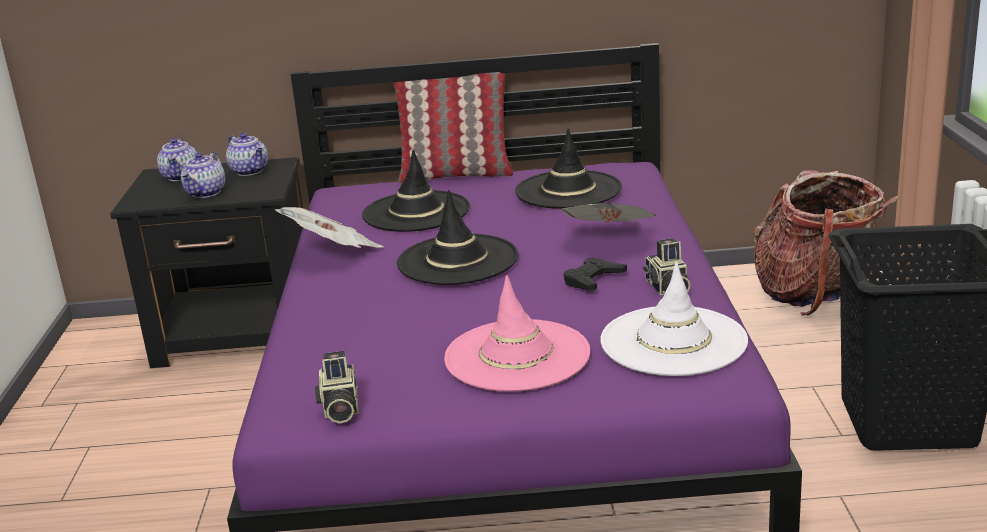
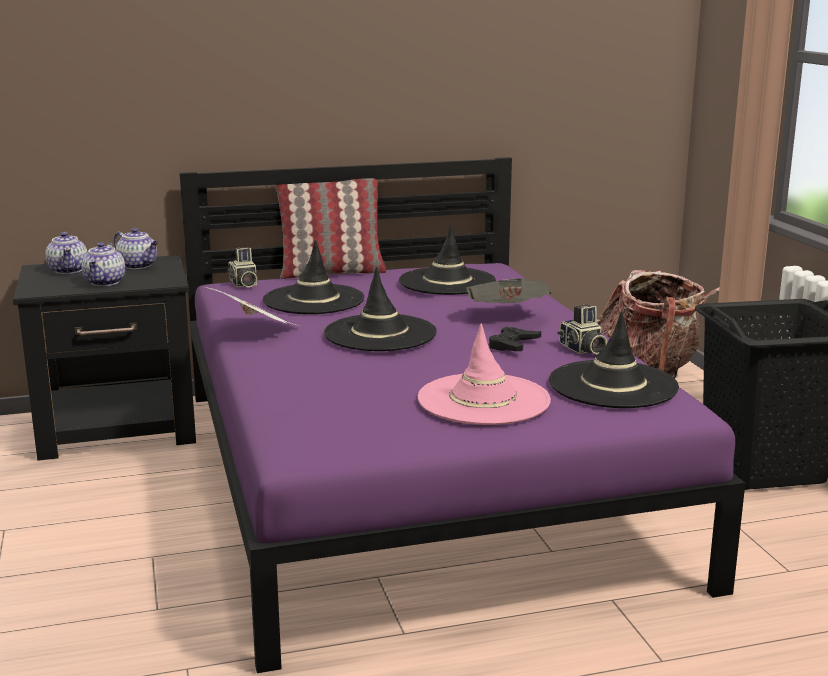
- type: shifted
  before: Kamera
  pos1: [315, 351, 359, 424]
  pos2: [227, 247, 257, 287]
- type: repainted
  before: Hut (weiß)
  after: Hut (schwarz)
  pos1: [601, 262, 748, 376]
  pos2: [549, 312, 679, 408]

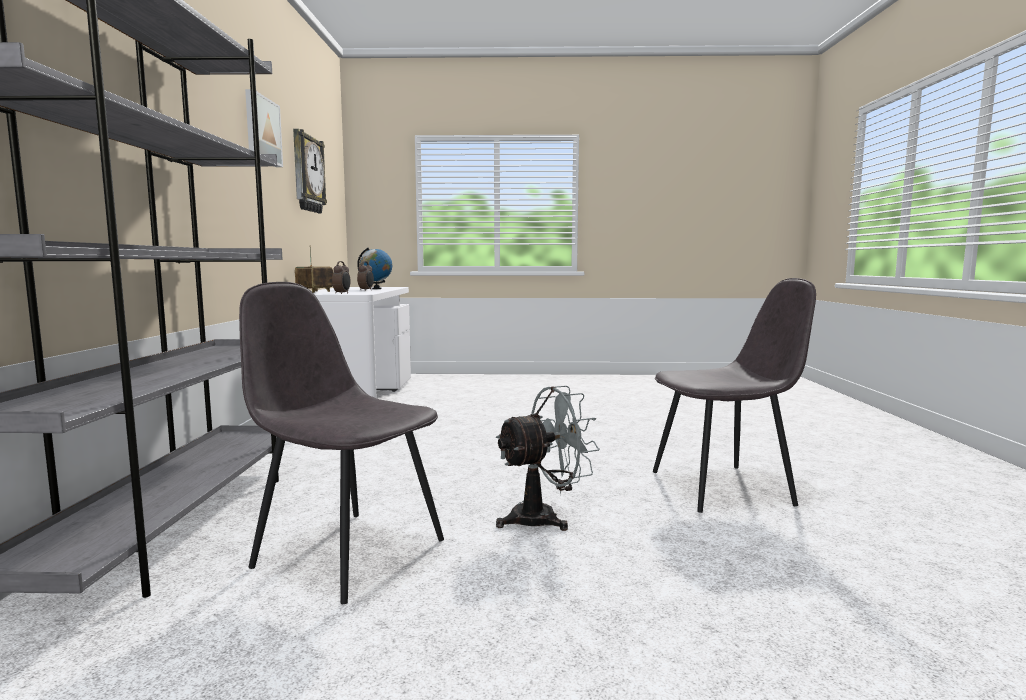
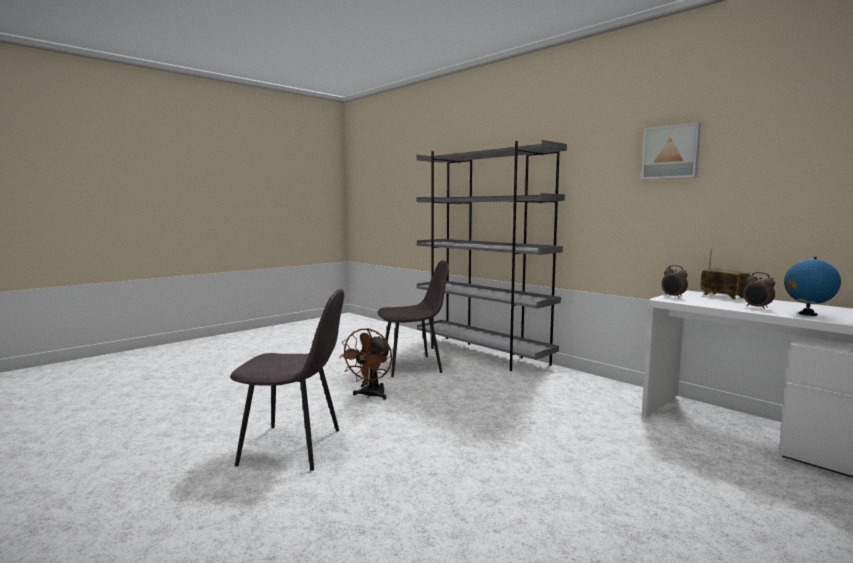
- type: gone
  before: Wanduhr
  pos1: [293, 129, 327, 213]
- type: repainted
  before: Ventilator (grau)
  after: Ventilator (braun)
  pos1: [496, 386, 600, 531]
  pos2: [339, 328, 392, 400]
- type: rotated
  before: Stuhl (grau)
  pos1: [653, 278, 816, 513]
  pos2: [230, 289, 344, 471]
  turn: -120

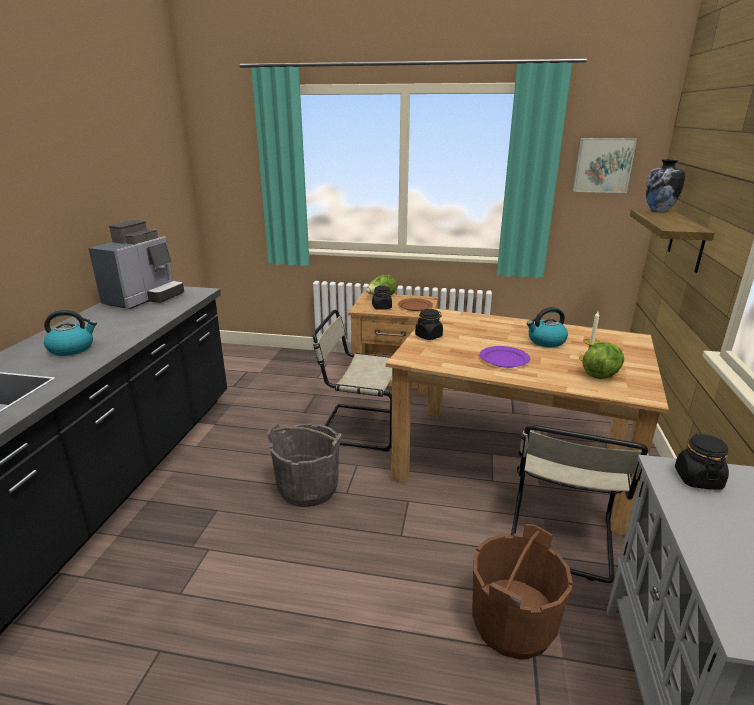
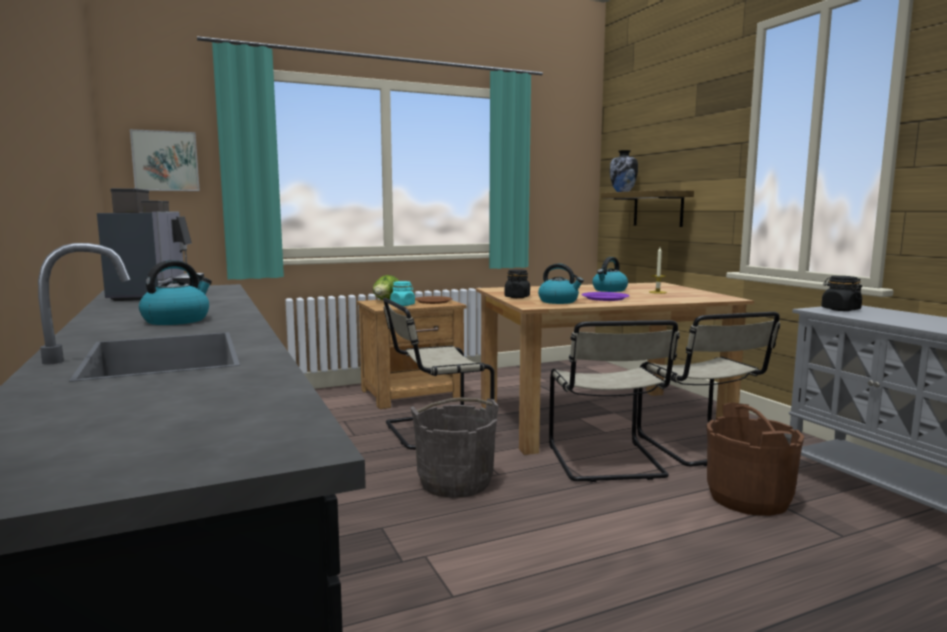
- type: repainted
  before: Vorratsglas (schwarz)
  after: Vorratsglas (türkis)
  pos1: [372, 286, 392, 310]
  pos2: [390, 281, 415, 306]
- type: shifted
  before: Bild
  pos1: [573, 138, 637, 193]
  pos2: [130, 129, 200, 191]
- type: gone
  before: Salatkopf
  pos1: [583, 342, 624, 379]
- type: new
  after: Wasserkessel
  pos2: [538, 264, 584, 304]
- type: new
  after: Stuhl (beige)
  pos2: [549, 320, 680, 482]

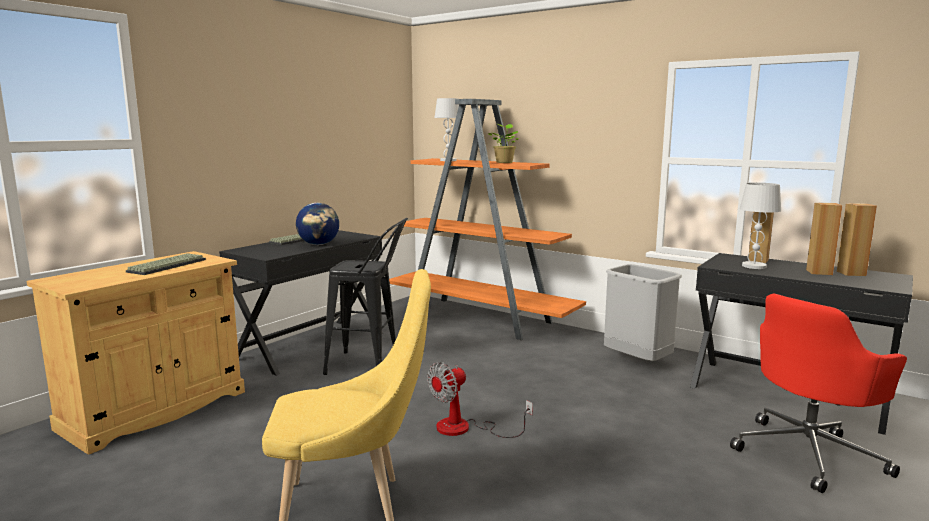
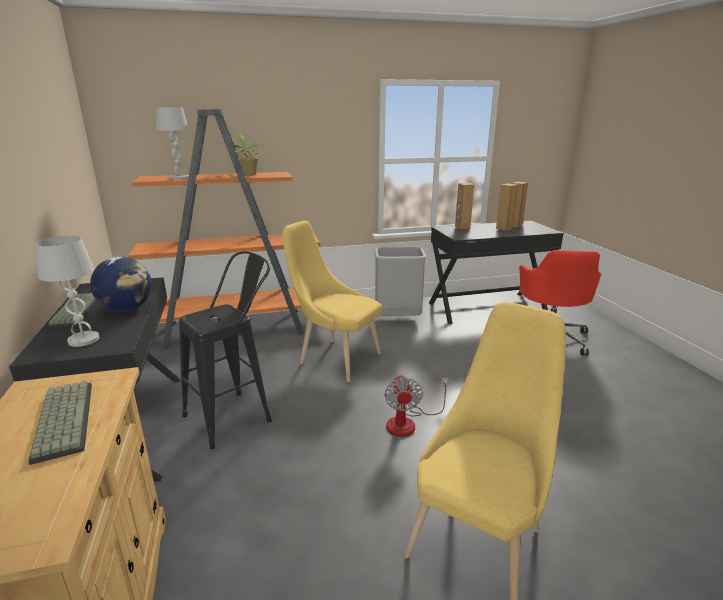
- type: shifted
  before: Tischlampe (weiß)
  pos1: [740, 183, 781, 269]
  pos2: [35, 236, 100, 347]
- type: new
  after: Stuhl (gelb)
  pos2: [282, 221, 382, 382]

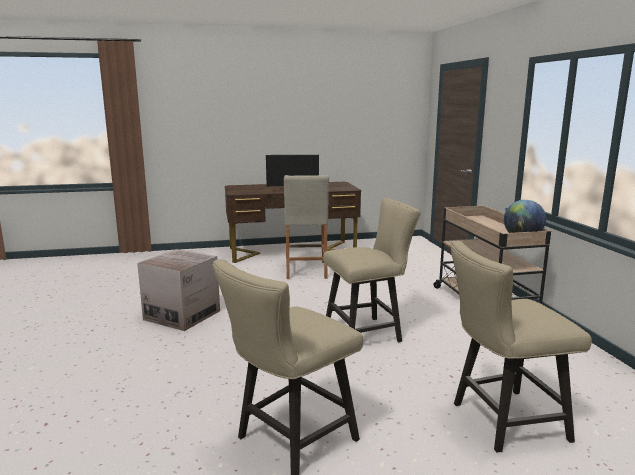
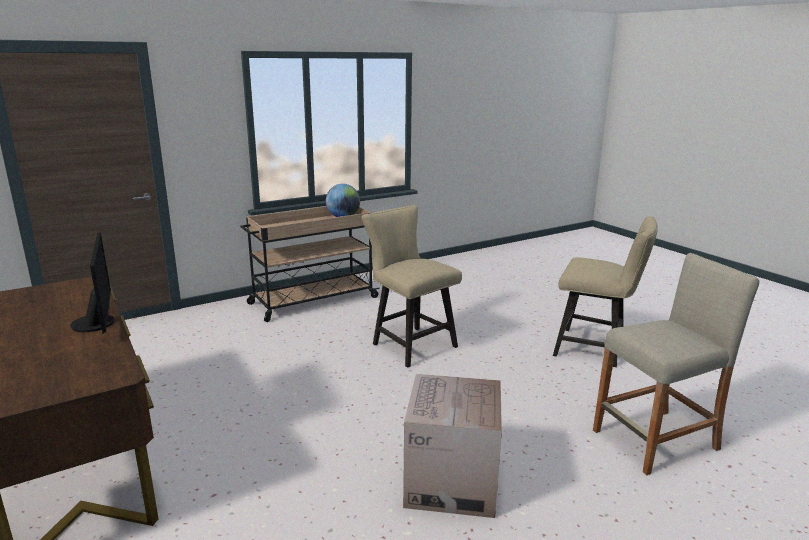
- type: shifted
  before: Hocker (beige)
  pos1: [284, 175, 329, 279]
  pos2: [593, 253, 759, 475]
- type: gone
  before: Stuhl (beige)
  pos1: [450, 240, 592, 453]

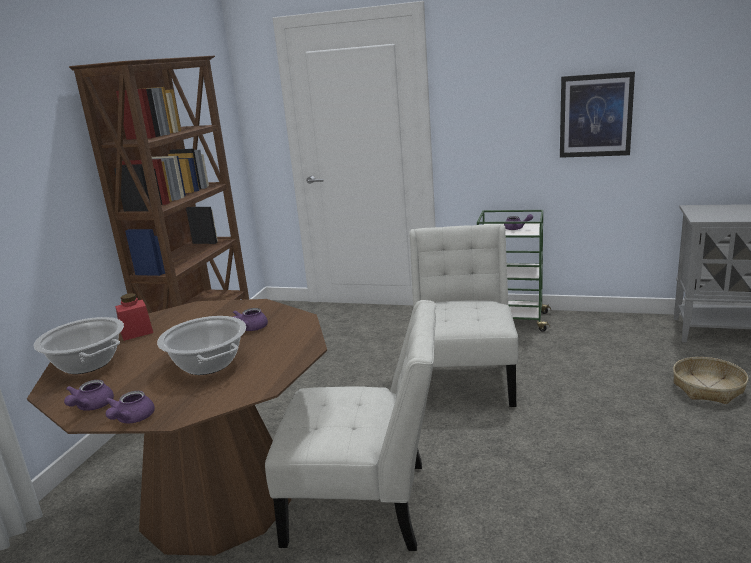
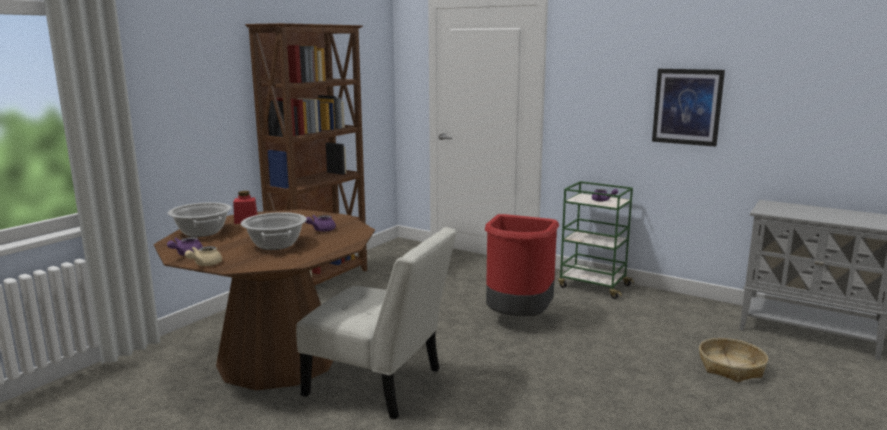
- type: repainted
  before: Teekanne (lila)
  after: Teekanne (beige)
  pos1: [105, 391, 155, 424]
  pos2: [185, 246, 222, 266]
- type: swapped
  before: Stuhl (weiß)
  after: Mülleimer (rot)
  pos1: [409, 224, 518, 407]
  pos2: [485, 214, 559, 316]

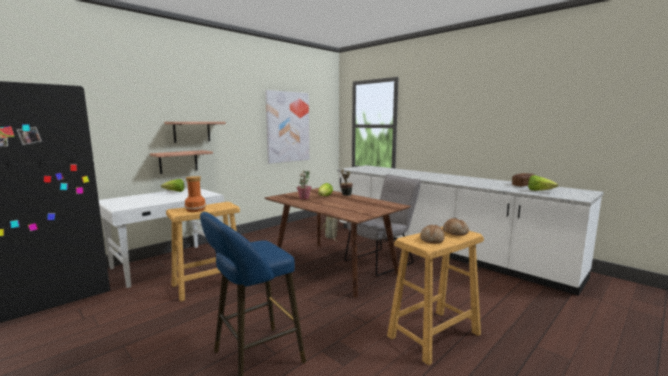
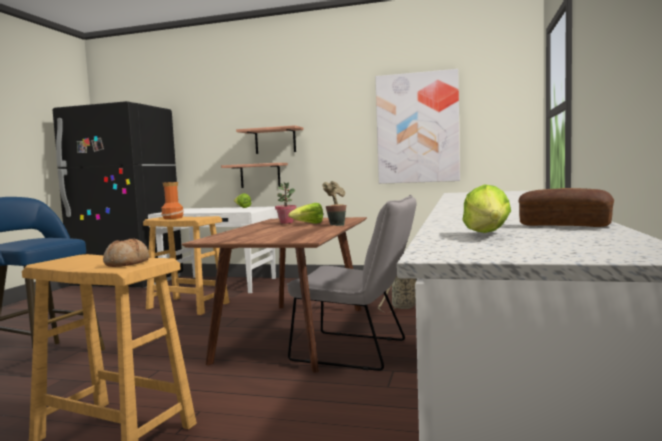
- type: gone
  before: Brot
  pos1: [420, 225, 444, 244]

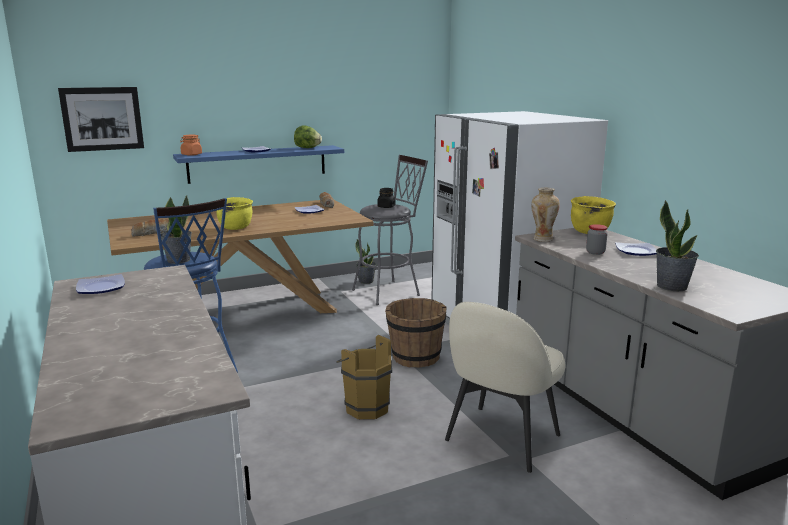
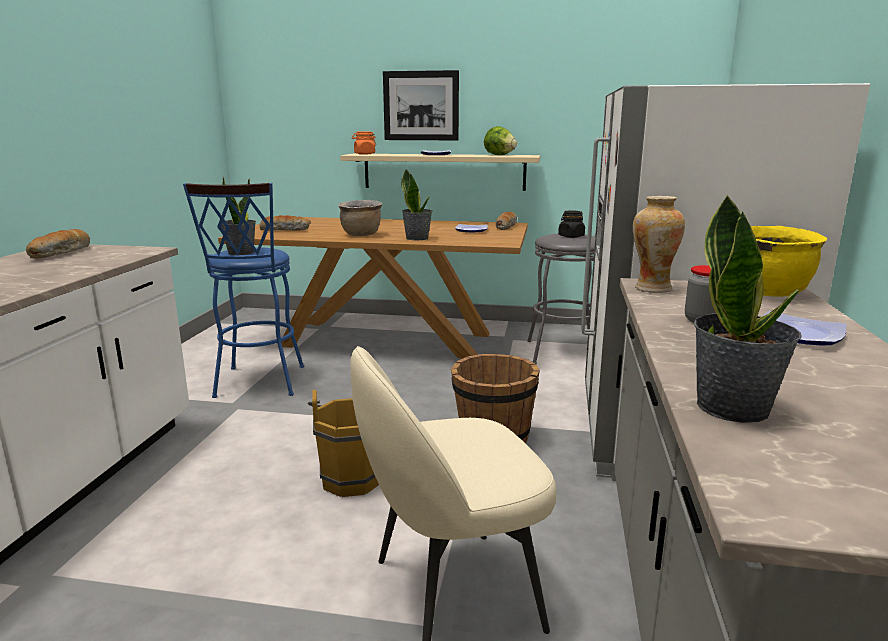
- type: shifted
  before: Bild
  pos1: [58, 87, 144, 152]
  pos2: [383, 70, 459, 140]
- type: swapped
  before: Teller
  after: Brot
  pos1: [76, 274, 125, 294]
  pos2: [26, 229, 90, 258]
- type: repainted
  before: Wandregal (blau)
  after: Wandregal (beige)
  pos1: [173, 145, 344, 184]
  pos2: [340, 154, 540, 191]
- type: repainted
  before: Kochtopf (gelb)
  after: Kochtopf (braun)
  pos1: [216, 197, 253, 230]
  pos2: [338, 200, 383, 236]
- type: shifted
  before: Topfpflanze
  pos1: [355, 239, 376, 284]
  pos2: [401, 170, 433, 240]

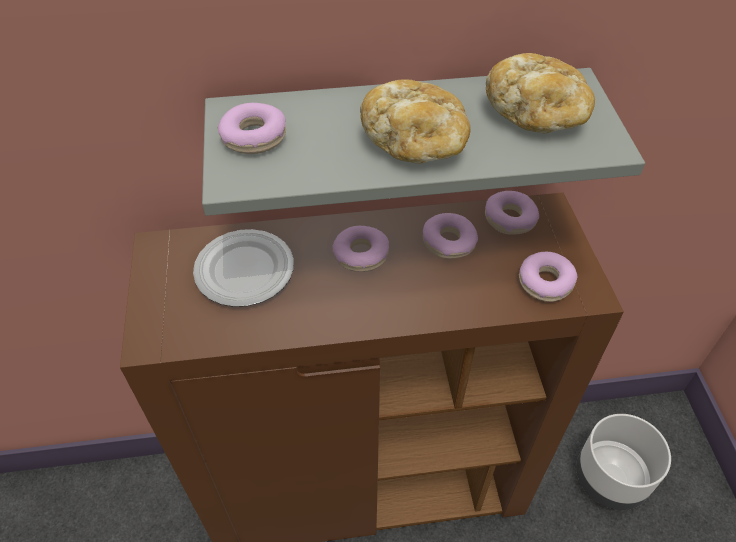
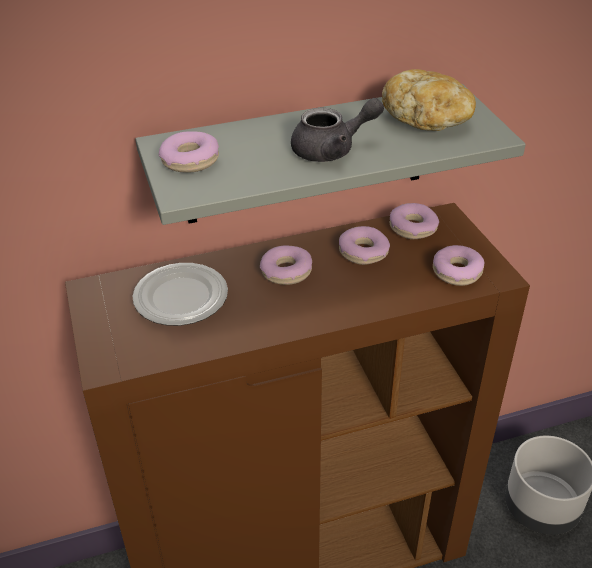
- type: swapped
  before: Brot
  after: Teekanne (grau)
  pos1: [360, 79, 470, 164]
  pos2: [291, 98, 384, 162]

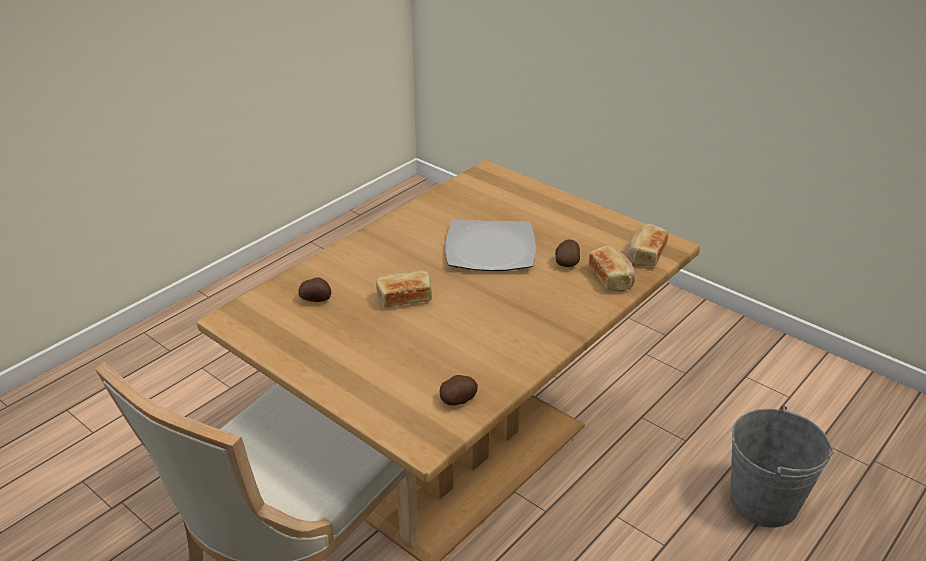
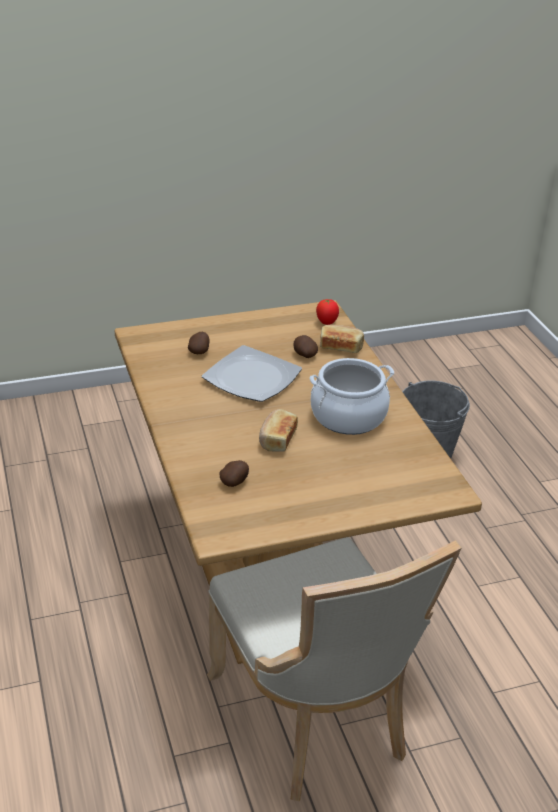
- type: shifted
  before: Kartoffel
  pos1: [439, 375, 478, 405]
  pos2: [188, 332, 209, 354]
- type: swapped
  before: Brot
  after: Tomate
  pos1: [628, 224, 668, 266]
  pos2: [316, 299, 339, 325]
- type: new
  after: Kochtopf
  pos2: [310, 358, 394, 435]

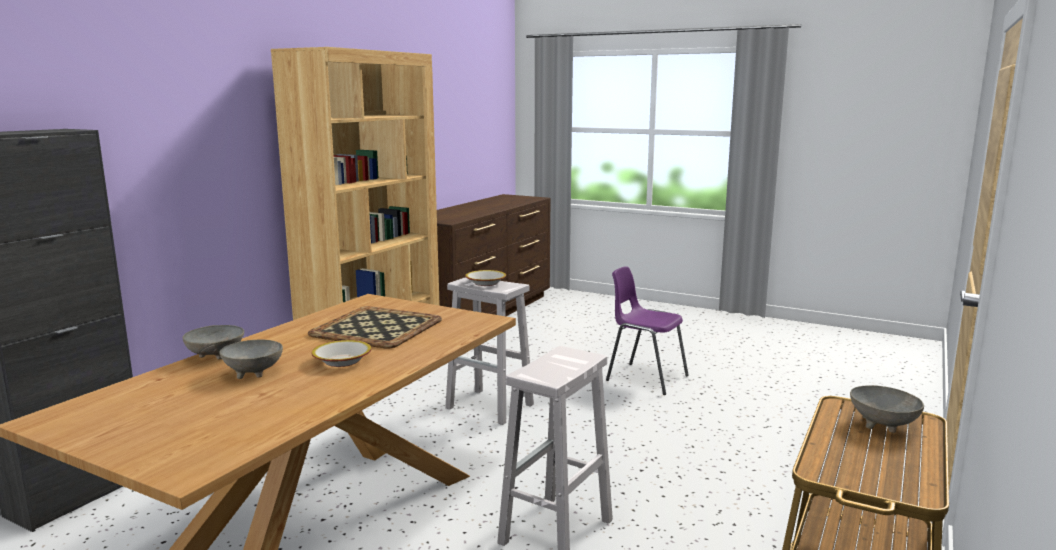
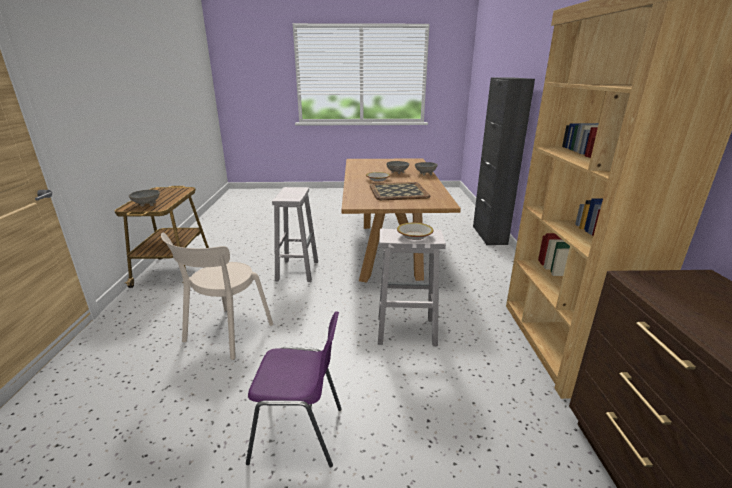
- type: new
  after: Stuhl (beige)
  pos2: [161, 233, 273, 360]

